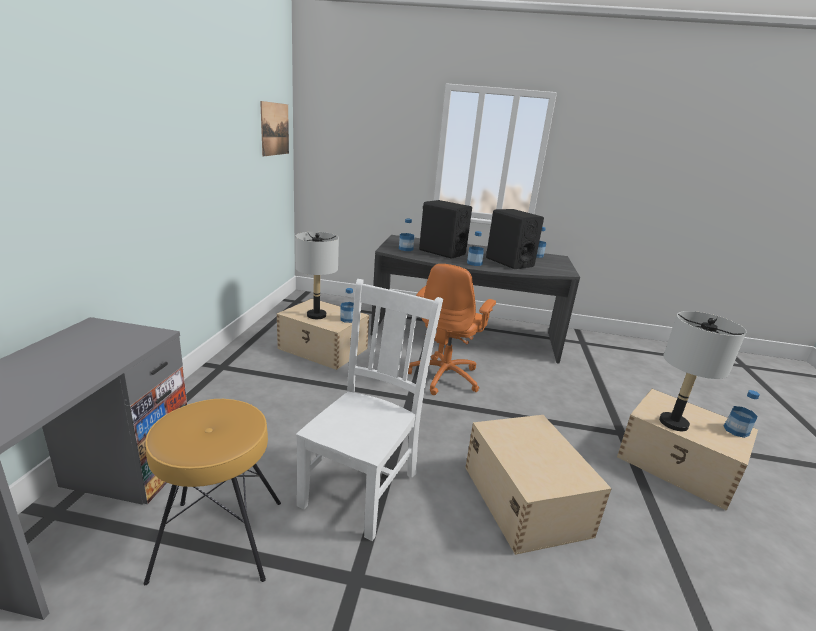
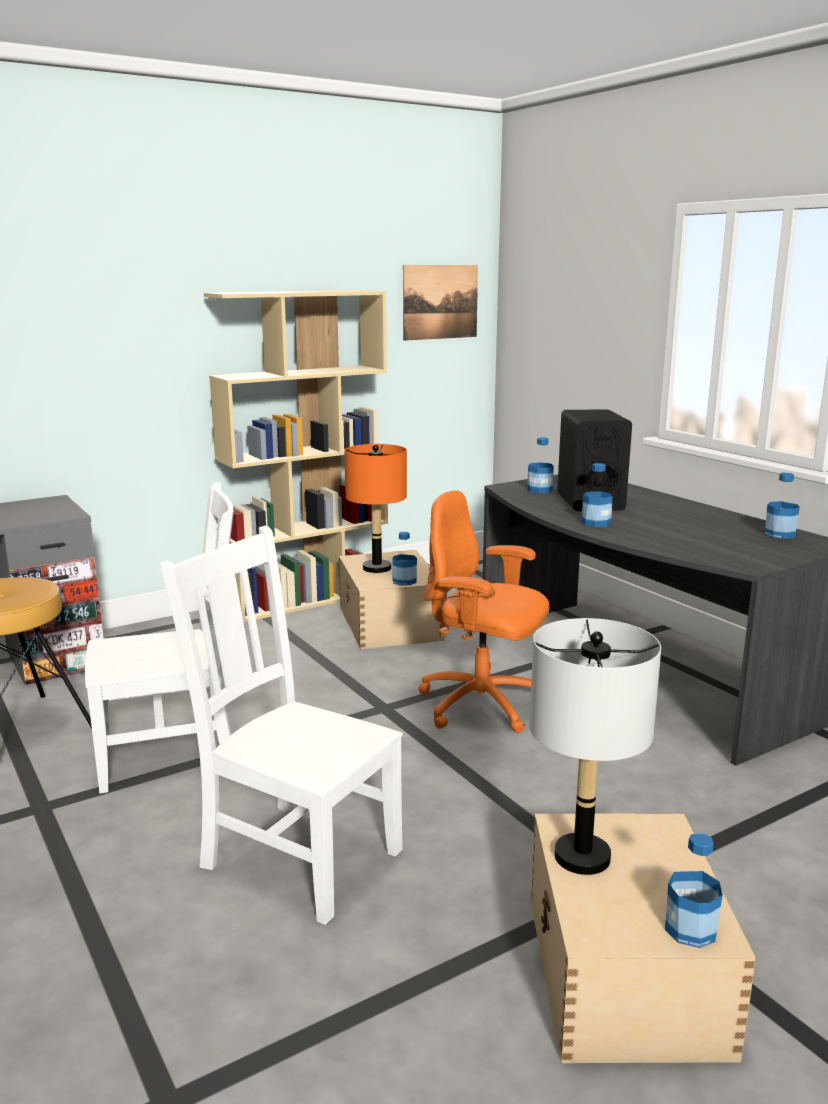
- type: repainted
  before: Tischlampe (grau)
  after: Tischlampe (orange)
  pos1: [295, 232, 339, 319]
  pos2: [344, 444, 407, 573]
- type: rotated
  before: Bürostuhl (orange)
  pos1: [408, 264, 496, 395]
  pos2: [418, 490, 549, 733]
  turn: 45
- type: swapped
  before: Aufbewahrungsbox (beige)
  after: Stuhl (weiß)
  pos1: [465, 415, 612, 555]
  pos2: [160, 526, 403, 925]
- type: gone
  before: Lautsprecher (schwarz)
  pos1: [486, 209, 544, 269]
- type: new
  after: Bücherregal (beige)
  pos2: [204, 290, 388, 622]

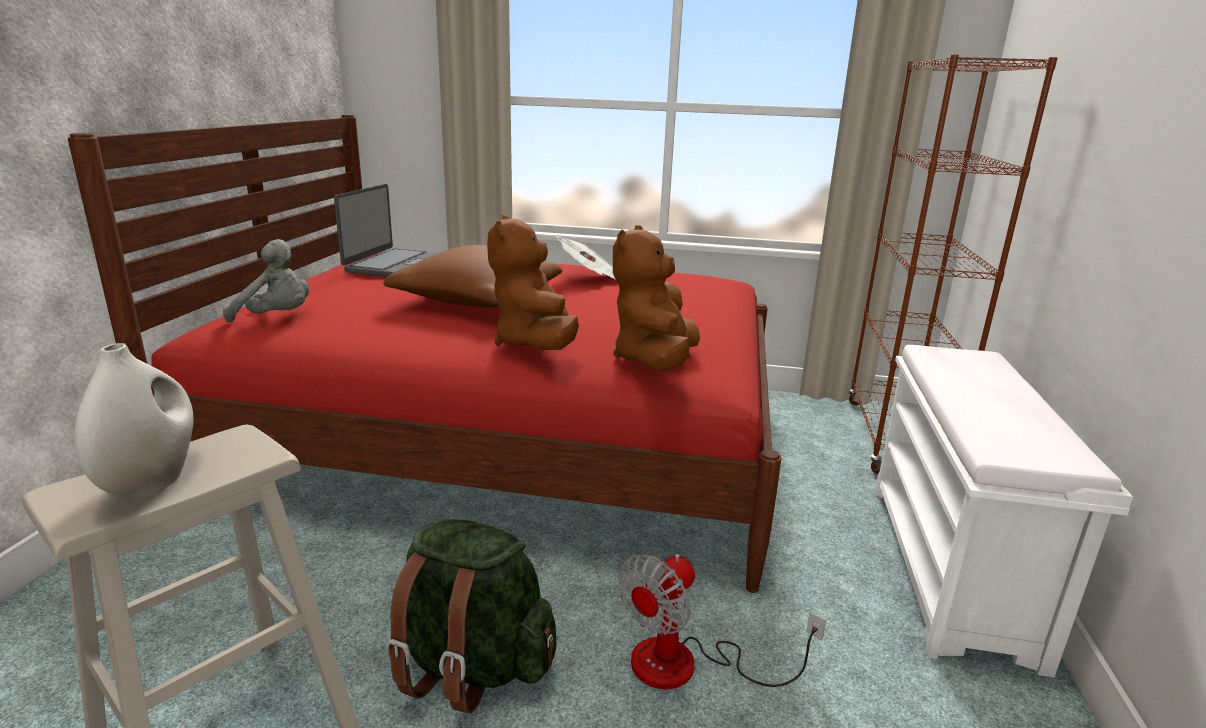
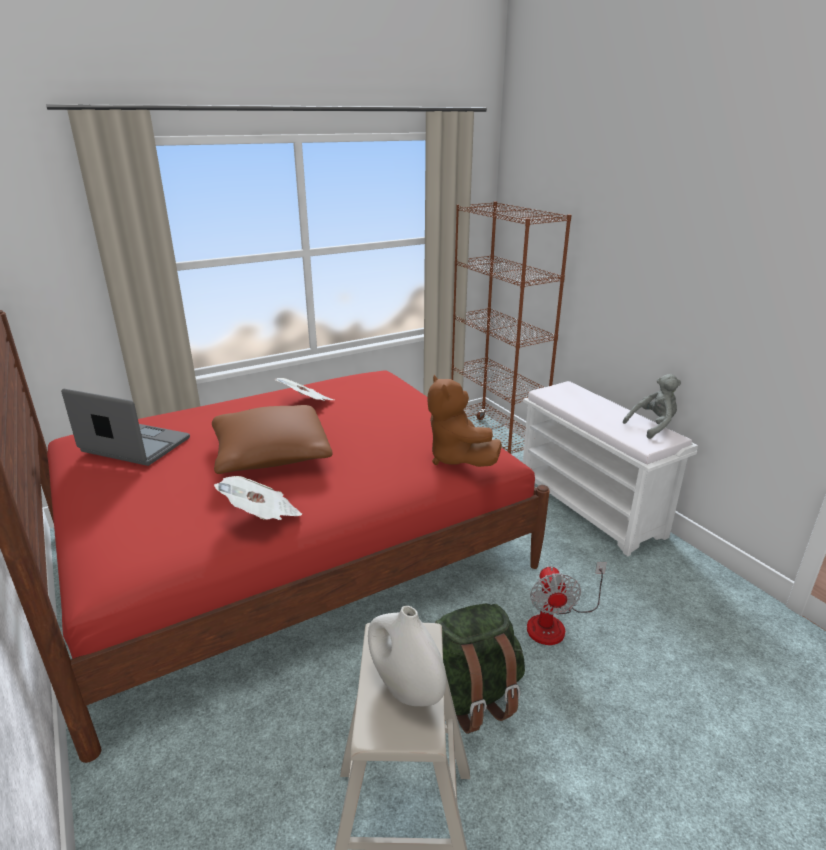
- type: shifted
  before: Plüschtier (grau)
  pos1: [223, 239, 309, 323]
  pos2: [623, 374, 681, 439]
- type: rotated
  before: Laptop
  pos1: [334, 184, 438, 277]
  pos2: [61, 389, 190, 466]
  turn: -45
- type: gone
  before: Plüschtier (braun)
  pos1: [487, 215, 579, 350]
- type: new
  after: Zeitung
  pos2: [214, 476, 302, 520]

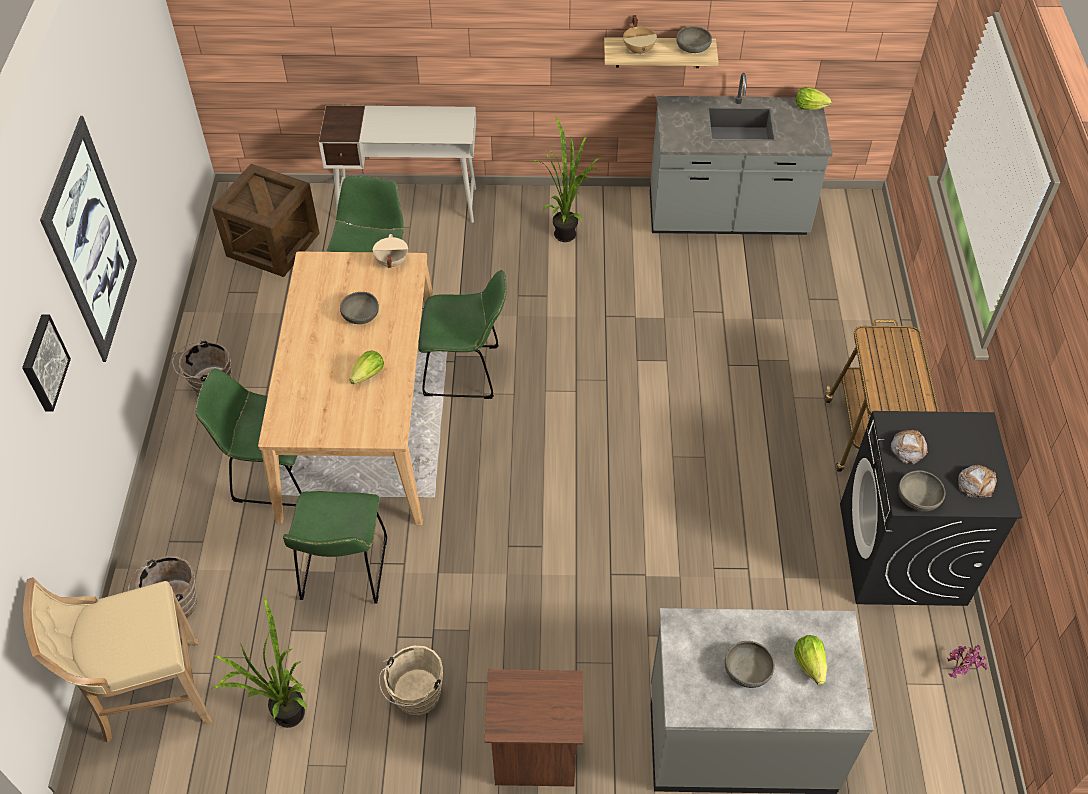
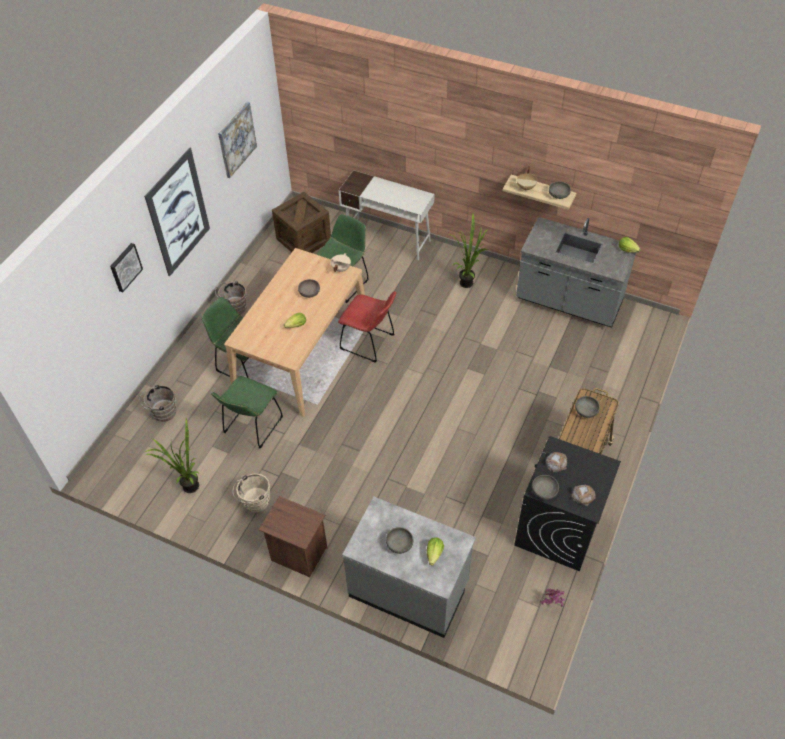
- type: gone
  before: Hocker (beige)
  pos1: [23, 577, 212, 743]
- type: repainted
  before: Stuhl (grün)
  after: Stuhl (rot)
  pos1: [419, 270, 507, 399]
  pos2: [338, 291, 396, 363]
- type: new
  after: Bild
  pos2: [218, 102, 257, 178]
- type: new
  after: Schüssel (grau)
  pos2: [575, 396, 600, 418]

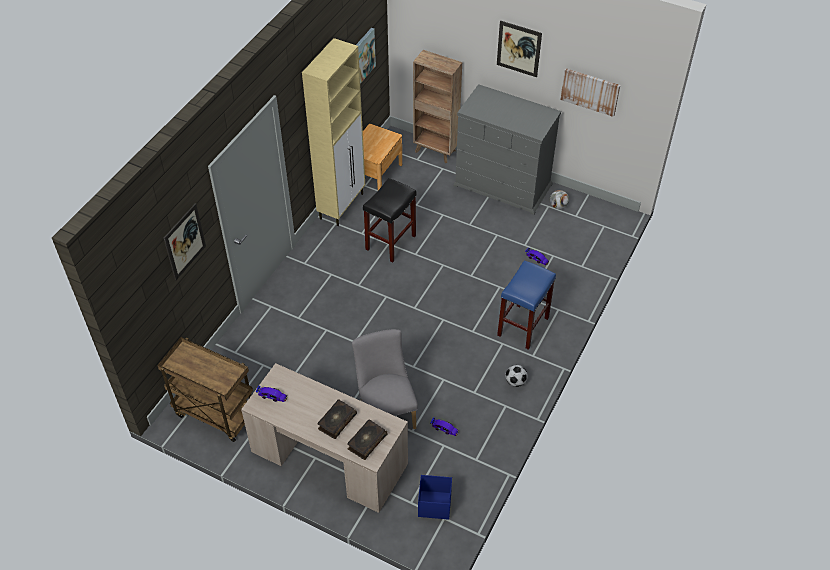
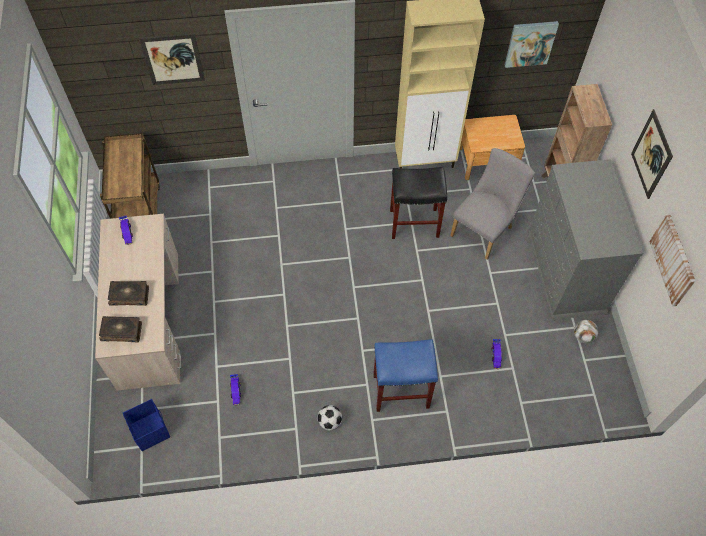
- type: shifted
  before: Stuhl (grau)
  pos1: [352, 329, 418, 429]
  pos2: [450, 148, 535, 260]

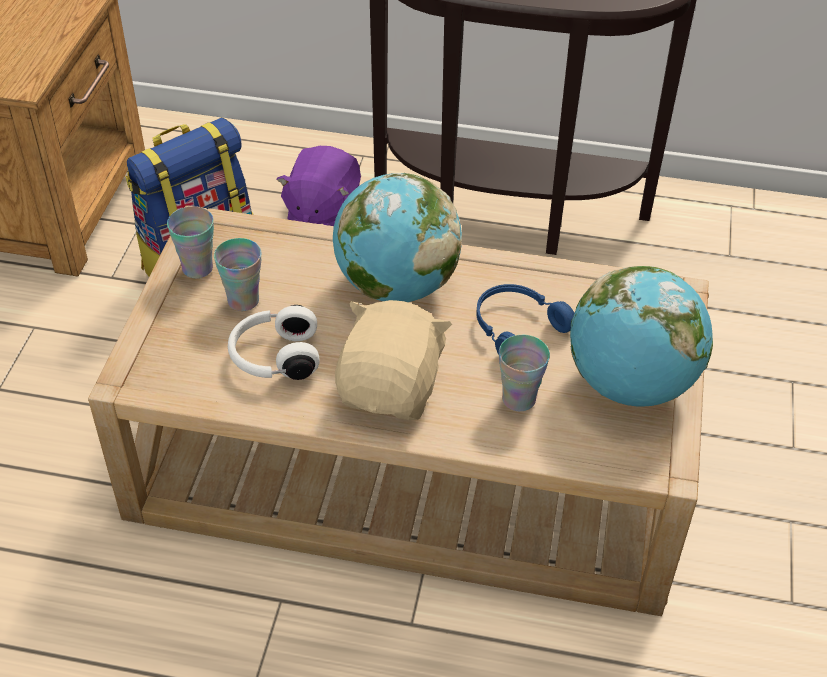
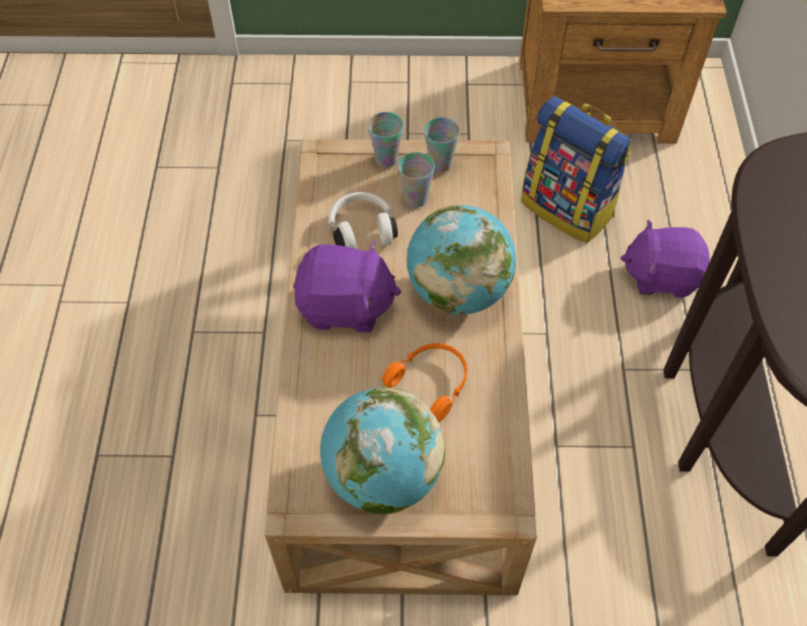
- type: repainted
  before: Plüschtier (beige)
  after: Plüschtier (lila)
  pos1: [335, 300, 452, 420]
  pos2: [293, 240, 401, 332]
- type: repainted
  before: Kopfhörer (blau)
  after: Kopfhörer (orange)
  pos1: [476, 284, 574, 355]
  pos2: [382, 343, 467, 423]
- type: shifted
  before: Tasse
  pos1: [499, 335, 550, 412]
  pos2: [368, 112, 404, 167]

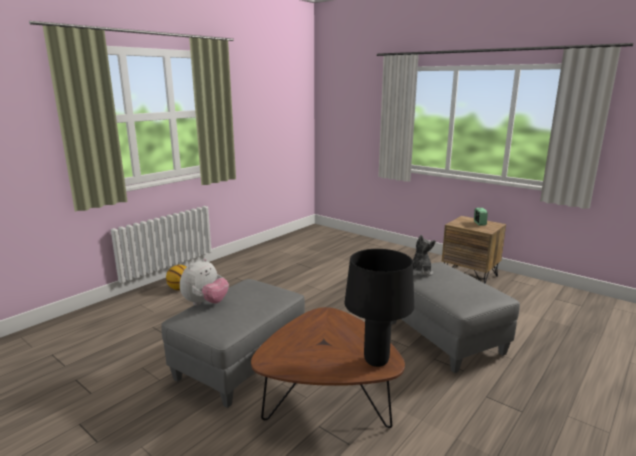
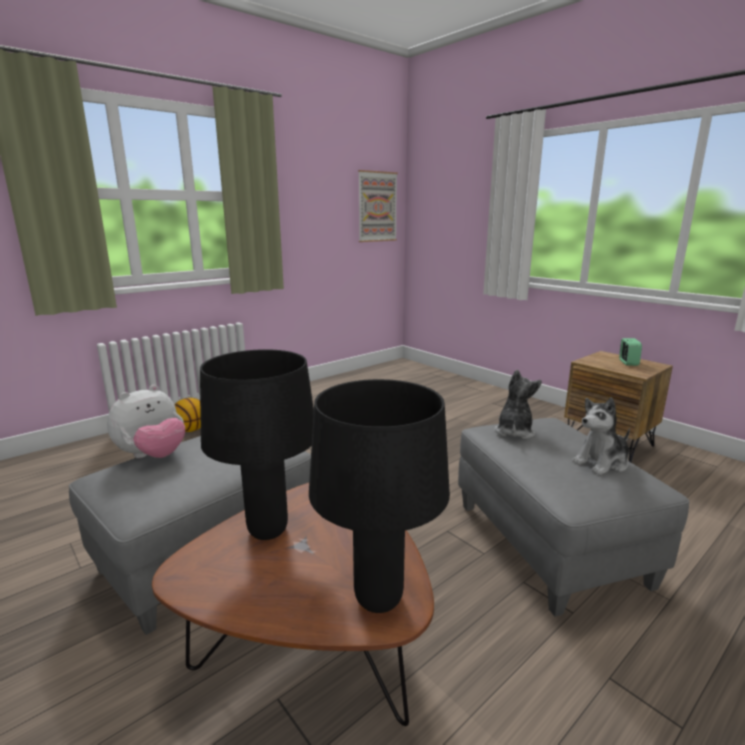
- type: new
  after: Tischlampe (schwarz)
  pos2: [200, 349, 314, 540]
- type: new
  after: Bild
  pos2: [358, 170, 398, 242]
- type: new
  after: Plüschtier
  pos2: [572, 397, 630, 475]

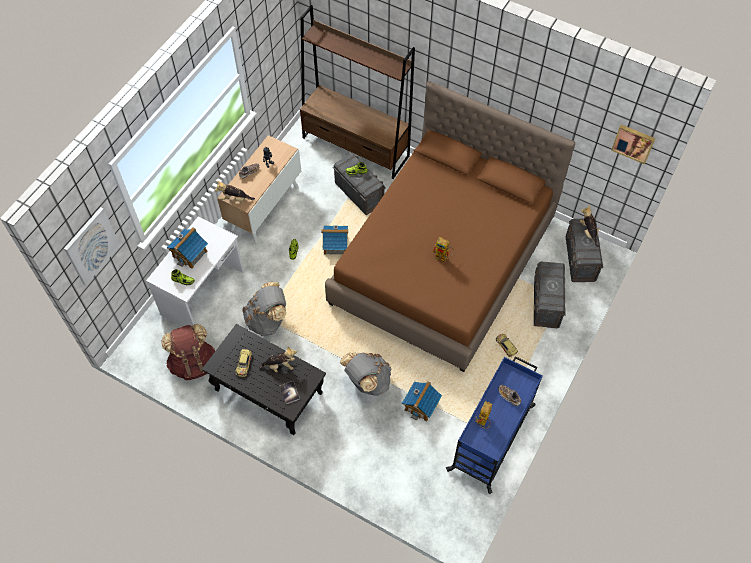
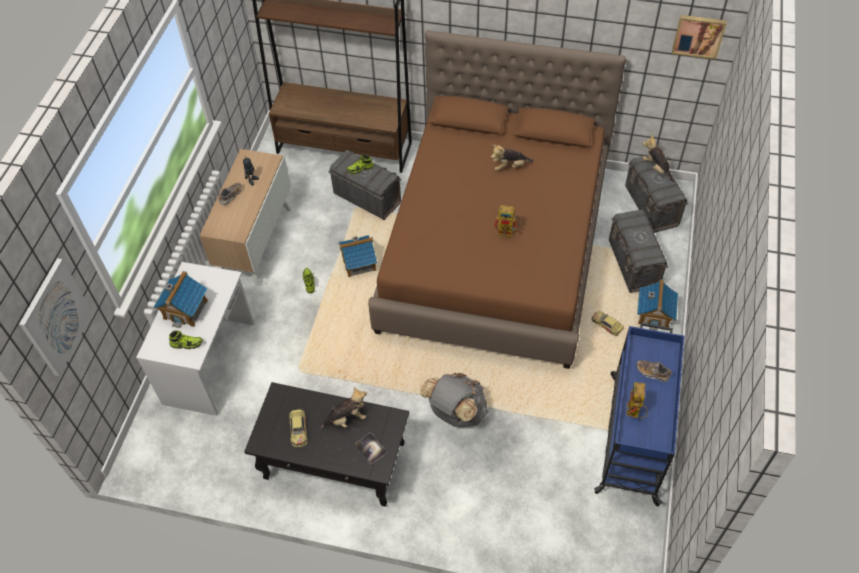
- type: gone
  before: Rucksack (braun)
  pos1: [161, 324, 215, 380]
- type: shifted
  before: Plüschtier
  pos1: [215, 181, 255, 201]
  pos2: [491, 145, 533, 170]
- type: gone
  before: Rucksack (grau)
  pos1: [242, 282, 286, 336]
- type: shifted
  before: Spielzeughaus
  pos1: [402, 381, 442, 422]
  pos2: [637, 279, 678, 331]

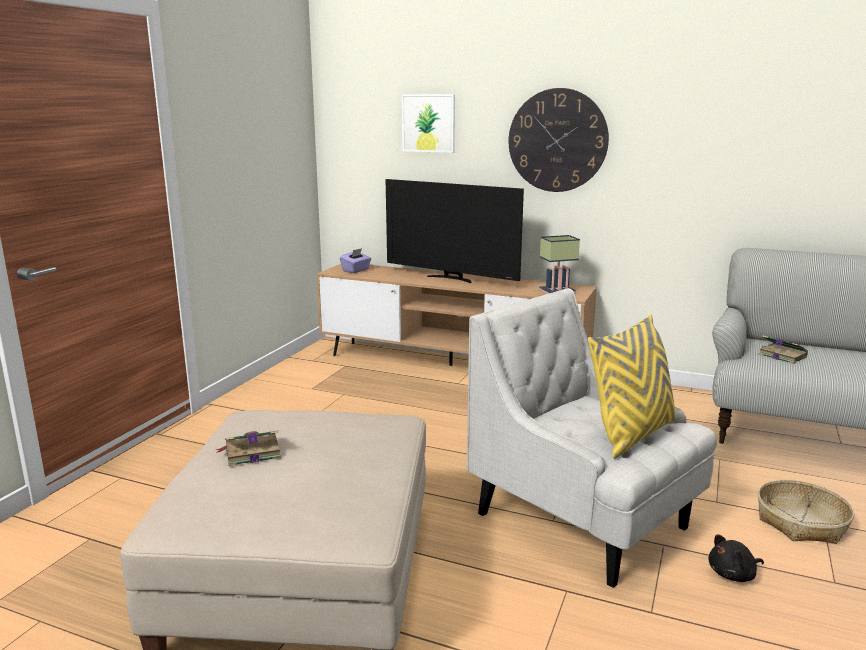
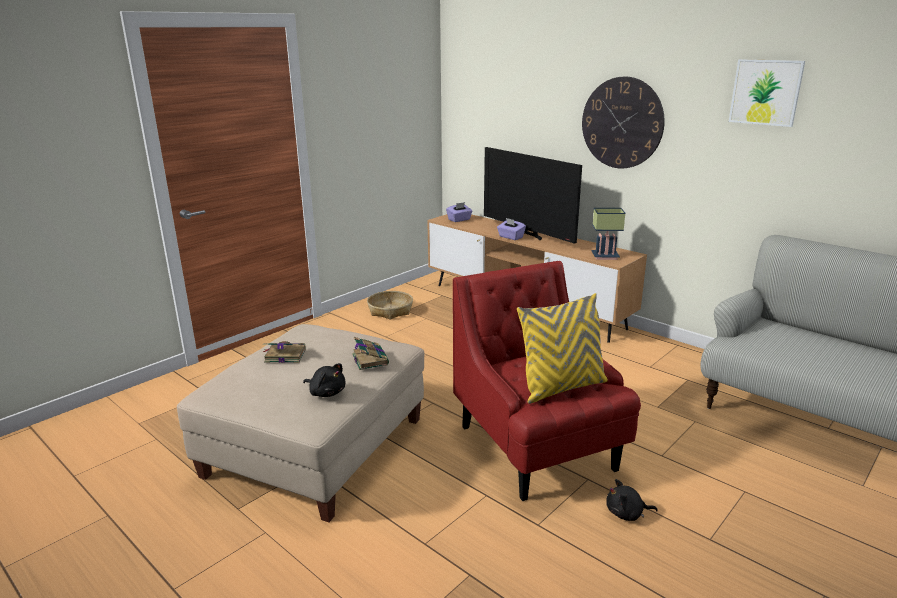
- type: shifted
  before: Bild
  pos1: [402, 94, 455, 153]
  pos2: [729, 59, 805, 127]
- type: repainted
  before: Sessel (weiß)
  after: Sessel (rot)
  pos1: [467, 288, 717, 588]
  pos2: [453, 261, 641, 501]
- type: shifted
  before: Korb
  pos1: [758, 480, 854, 544]
  pos2: [367, 291, 413, 320]
- type: shifted
  before: Buch
  pos1: [759, 336, 808, 364]
  pos2: [352, 337, 389, 370]
- type: new
  after: Plüschtier (schwarz)
  pos2: [303, 363, 346, 397]
- type: new
  after: Taschentuchbox (lila)
  pos2: [497, 218, 526, 240]

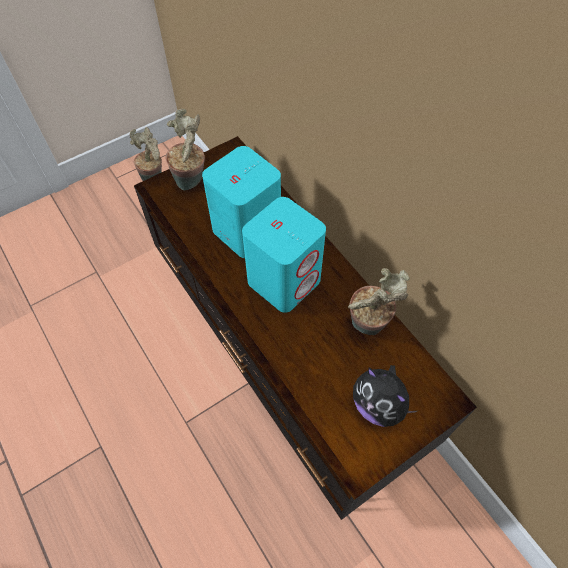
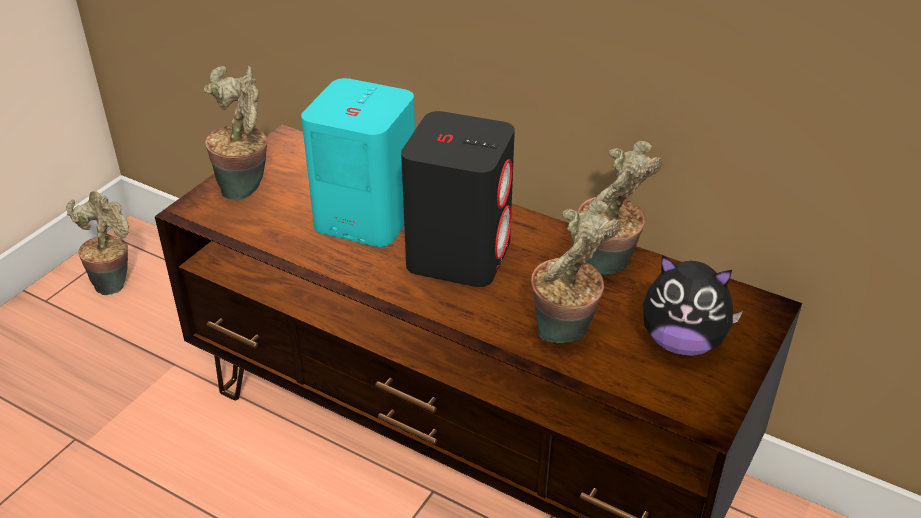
- type: repainted
  before: Lautsprecher (türkis)
  after: Lautsprecher (schwarz)
  pos1: [242, 197, 326, 313]
  pos2: [401, 111, 515, 287]
- type: new
  after: Topfpflanze
  pos2: [531, 200, 620, 343]

